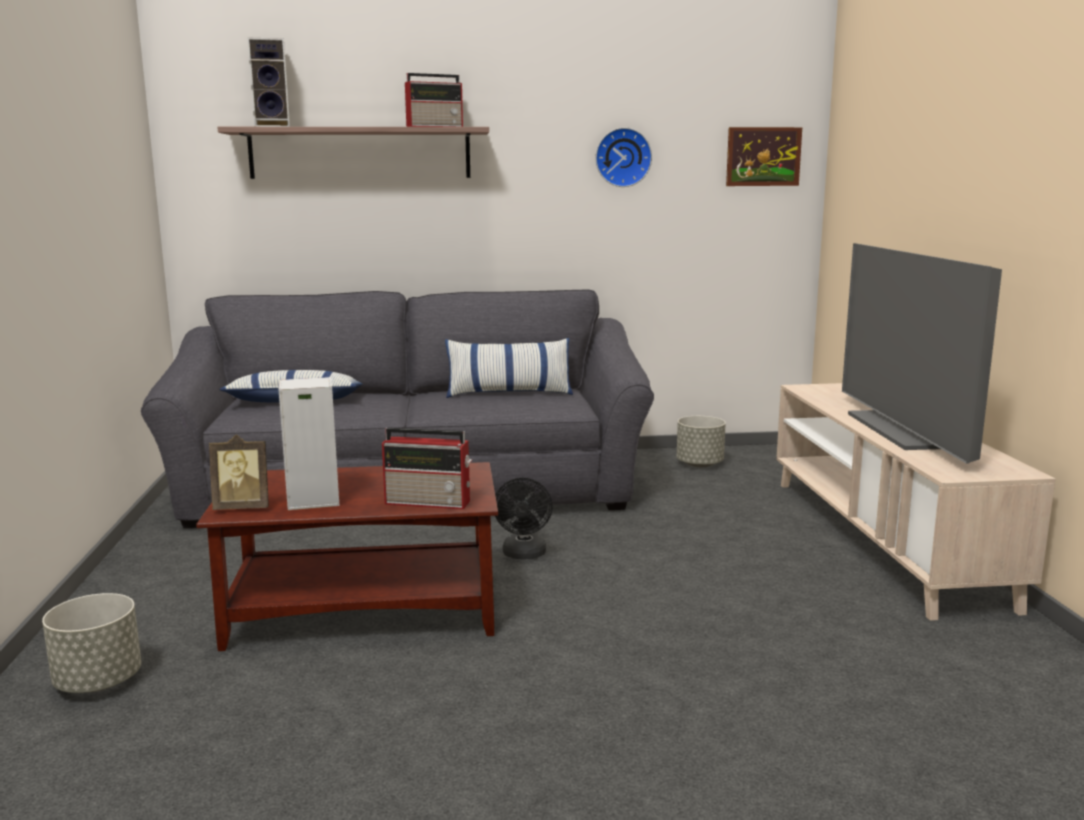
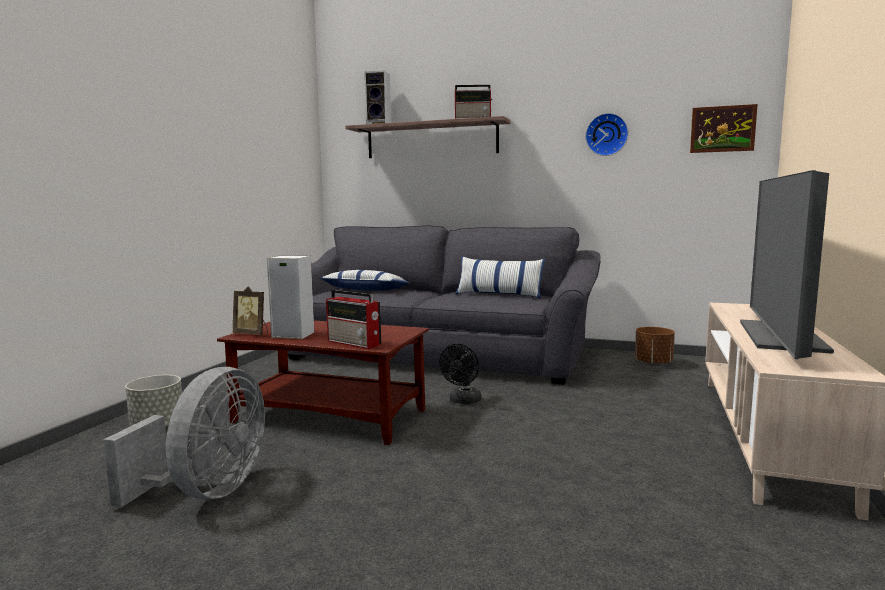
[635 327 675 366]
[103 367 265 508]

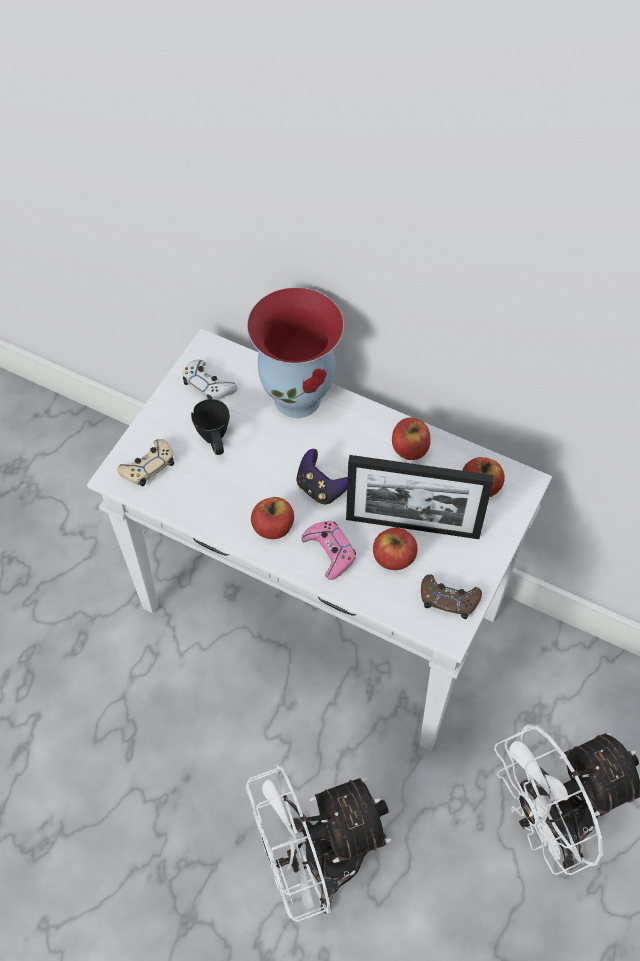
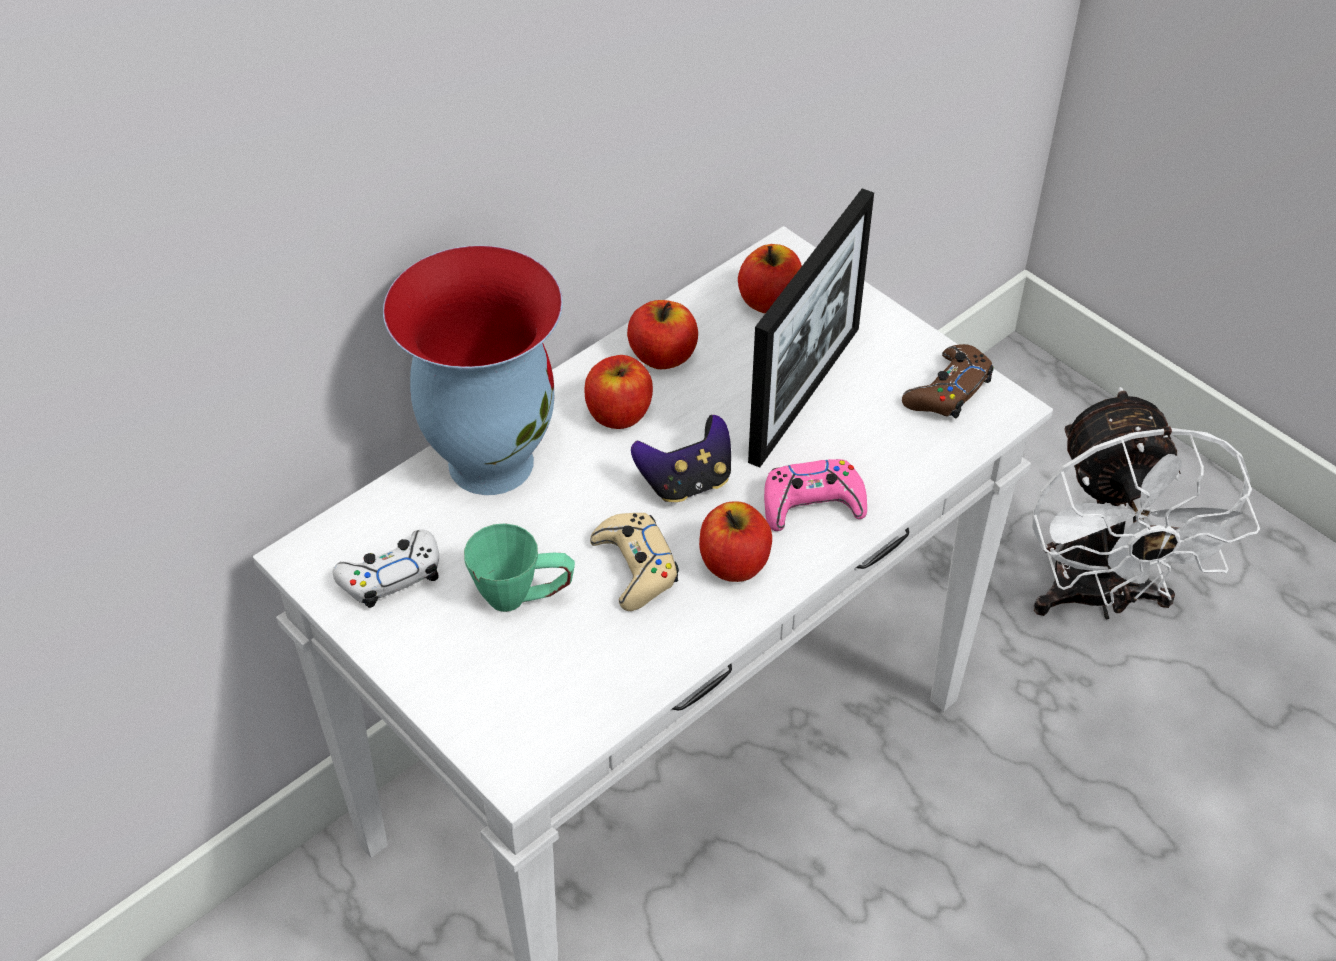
[590 513 679 611]
[464 523 575 612]
[246 764 392 922] (first image)
[584 355 653 429]

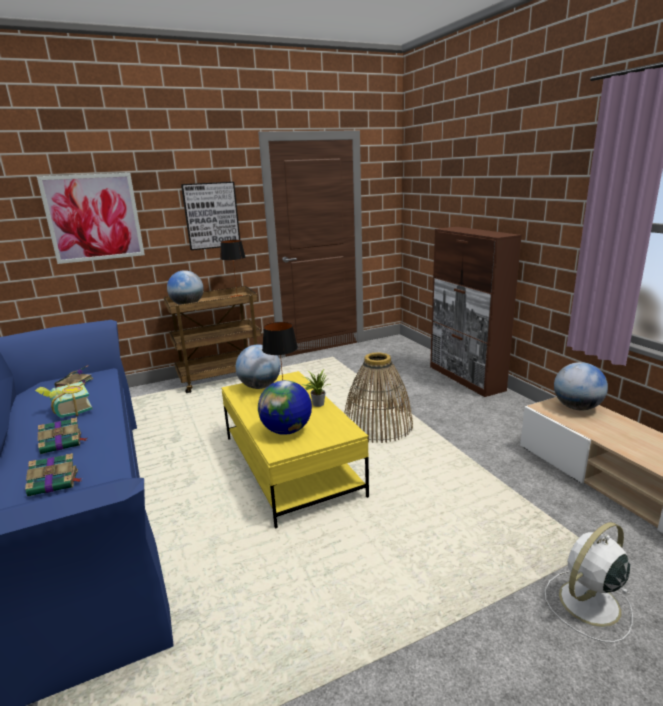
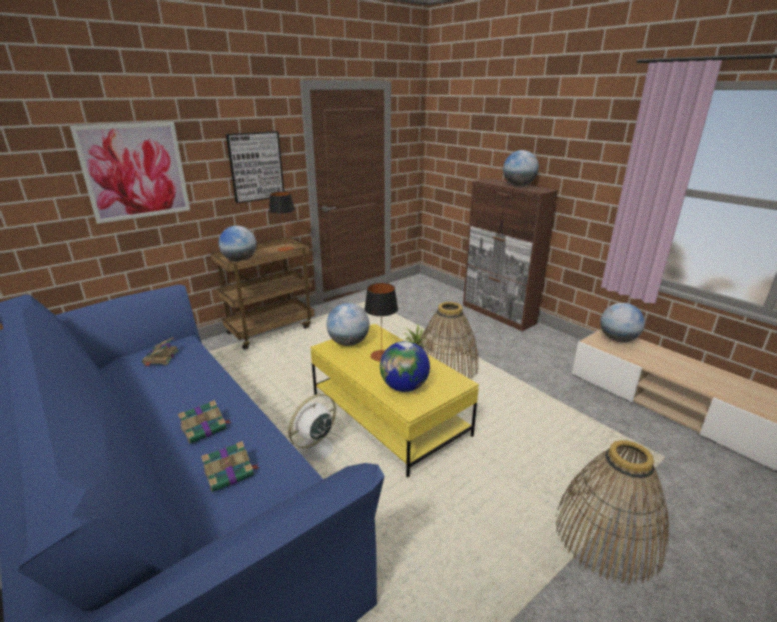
[35 381 92 418] (first image)
[288 394 345 461]
[503 150 539 186]
[556 440 669 584]

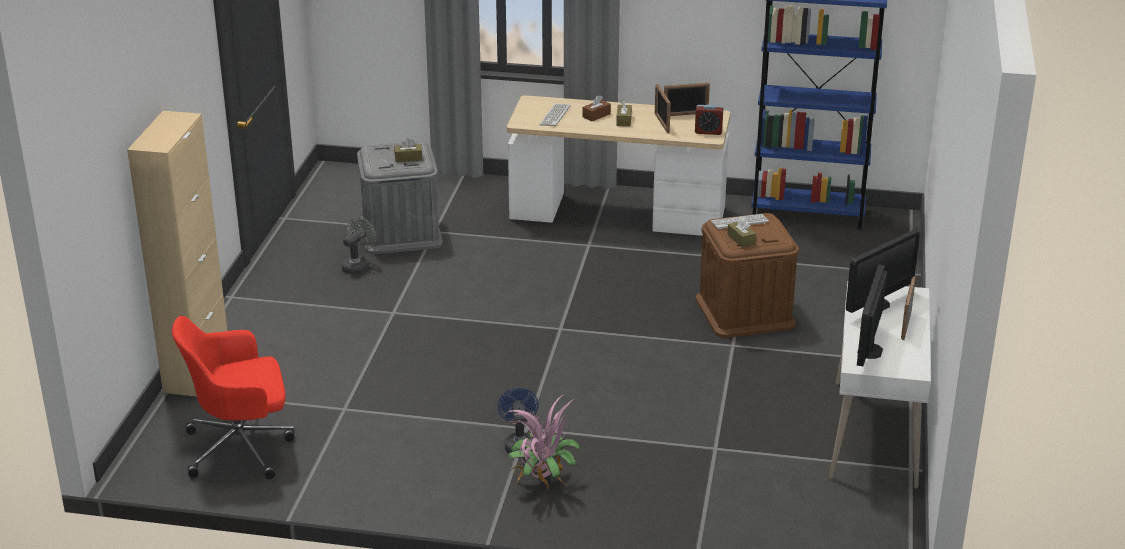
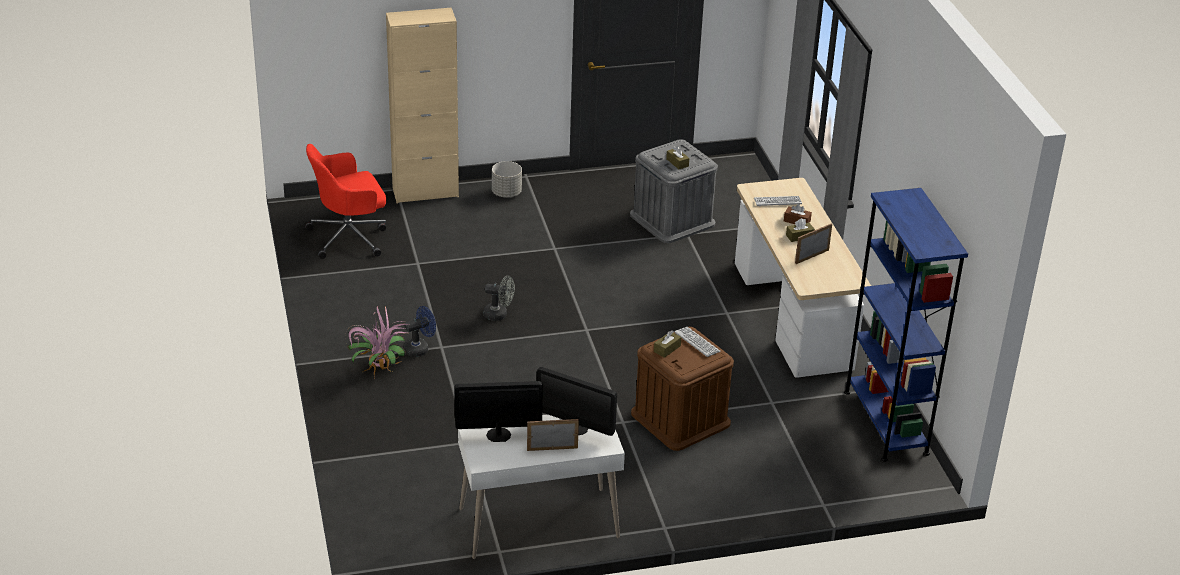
[305 144 386 259]
[483 276 515 321]
[664 83 710 116] (first image)
[695 105 723 135] (first image)
[492 161 522 198]

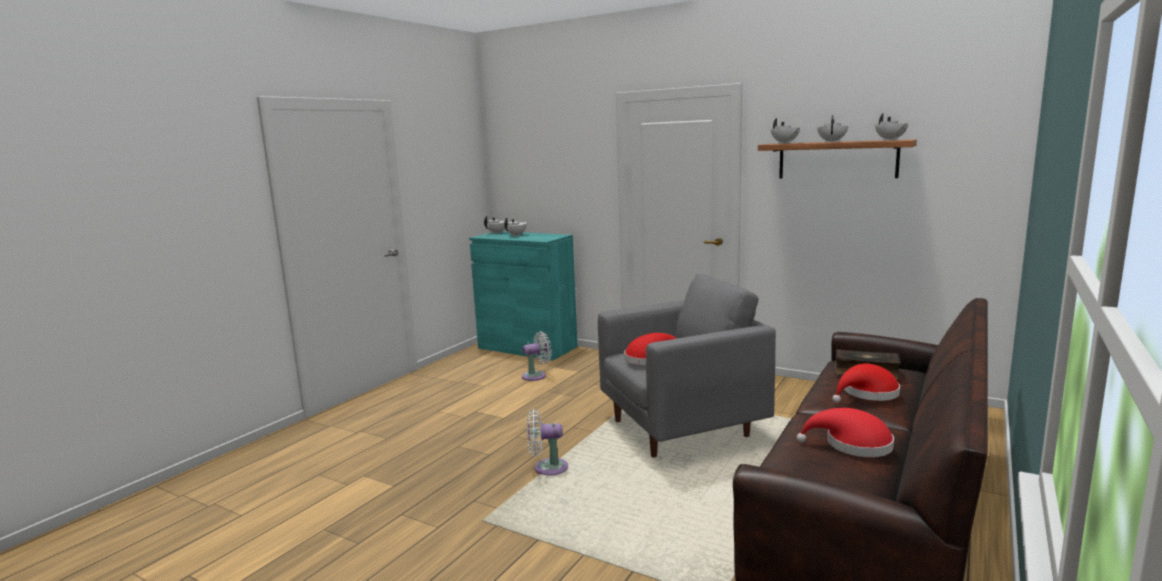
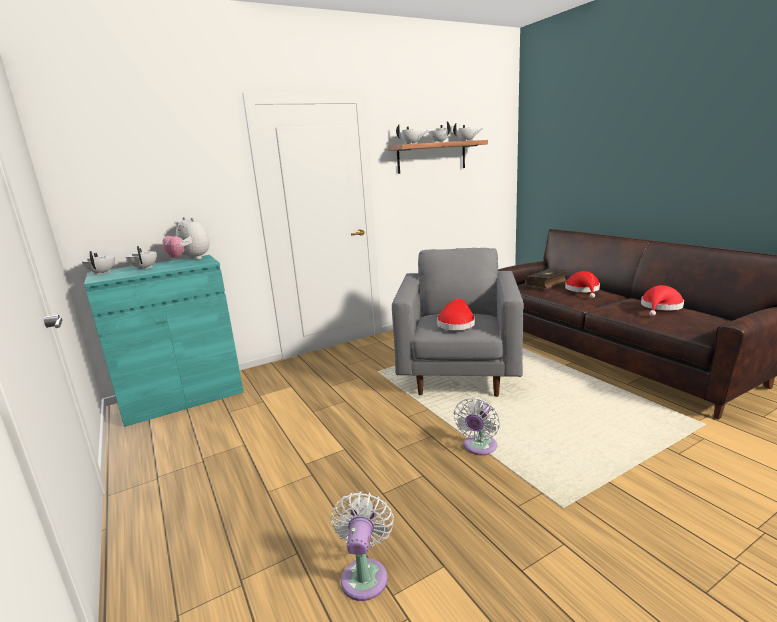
[331 492 394 601]
[163 217 210 260]

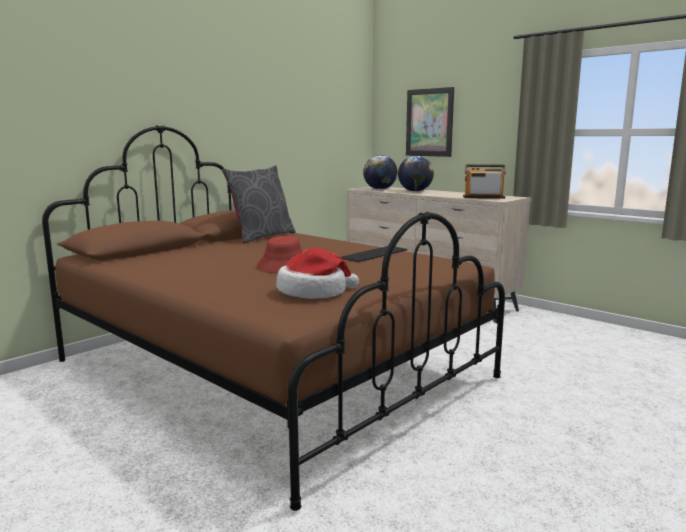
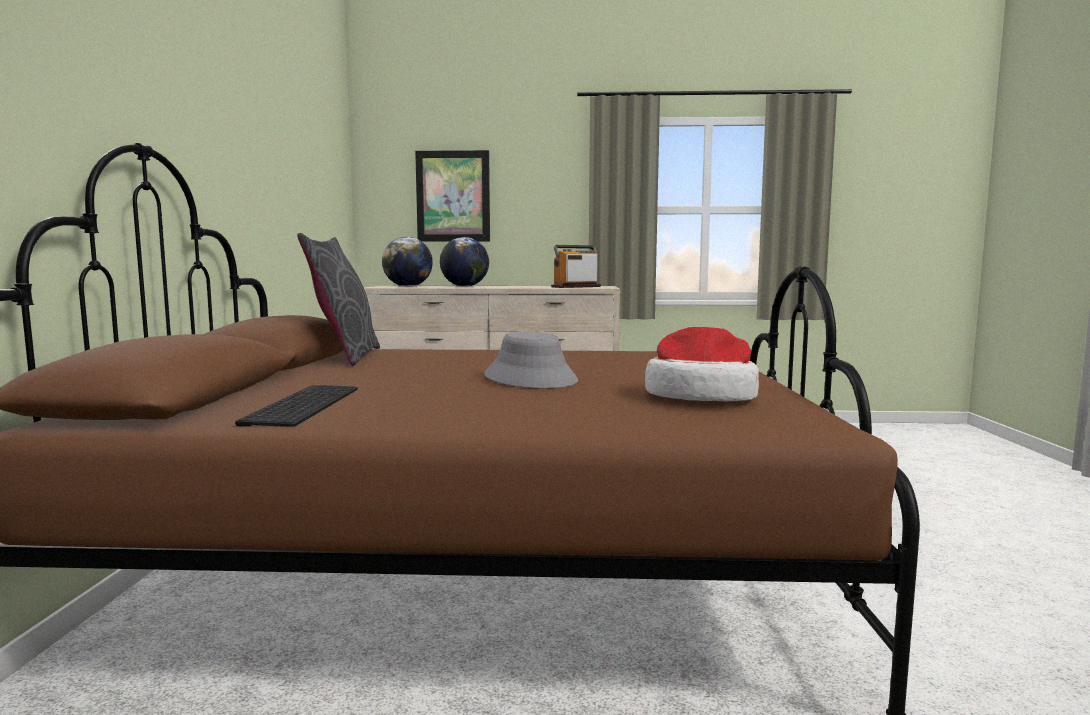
[484 331 578 389]
[235 385 358 427]

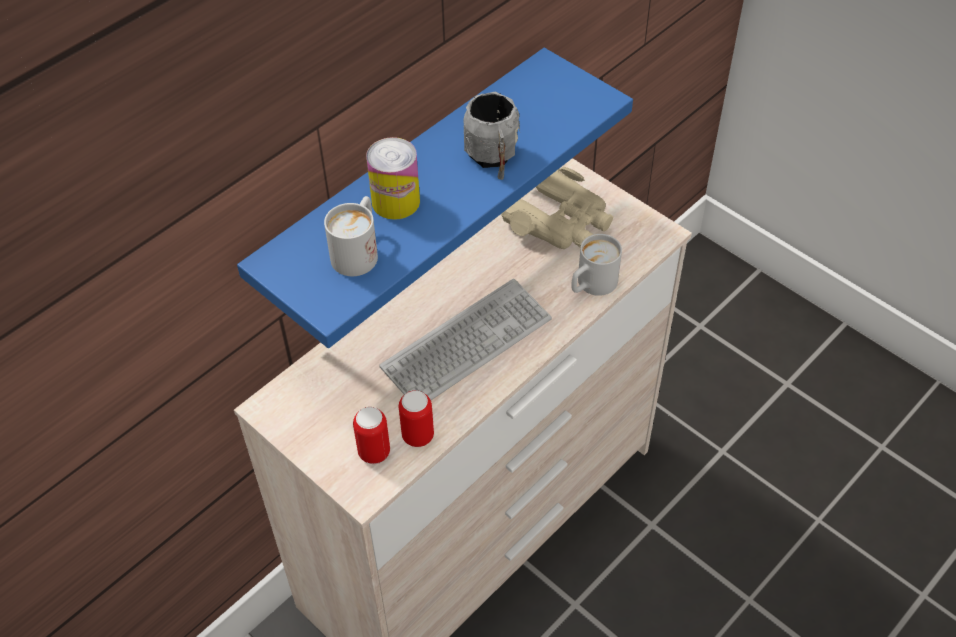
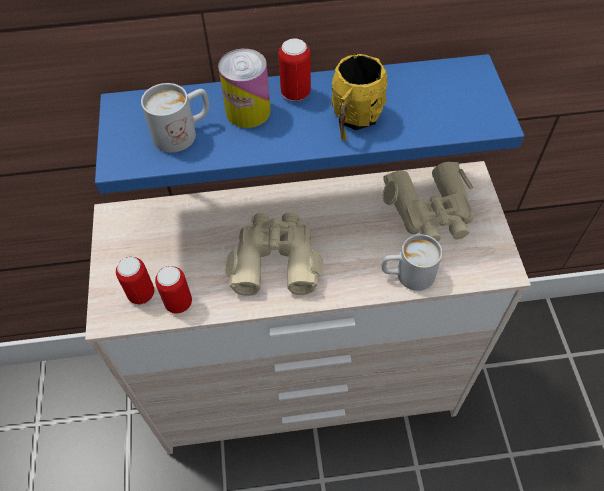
[225 212 324 296]
[331 54 388 141]
[278 39 311 101]

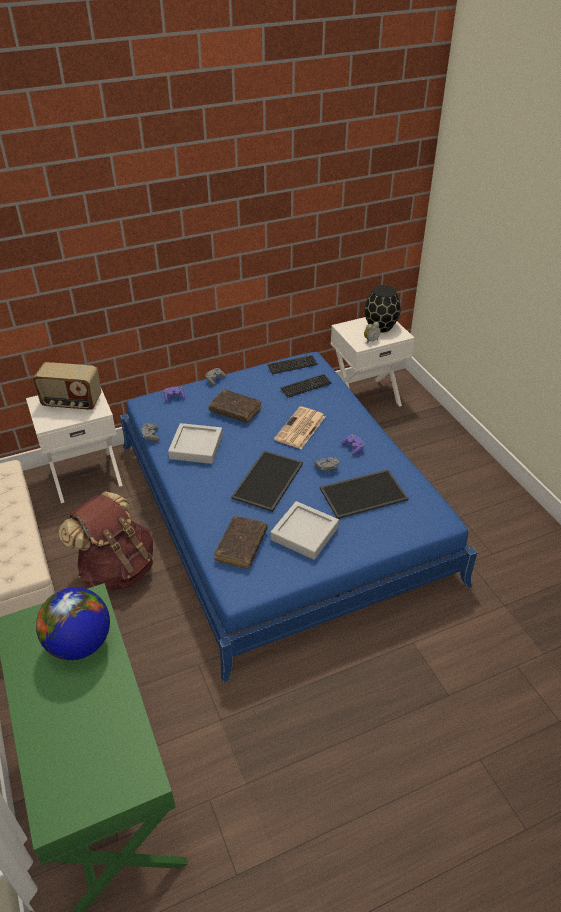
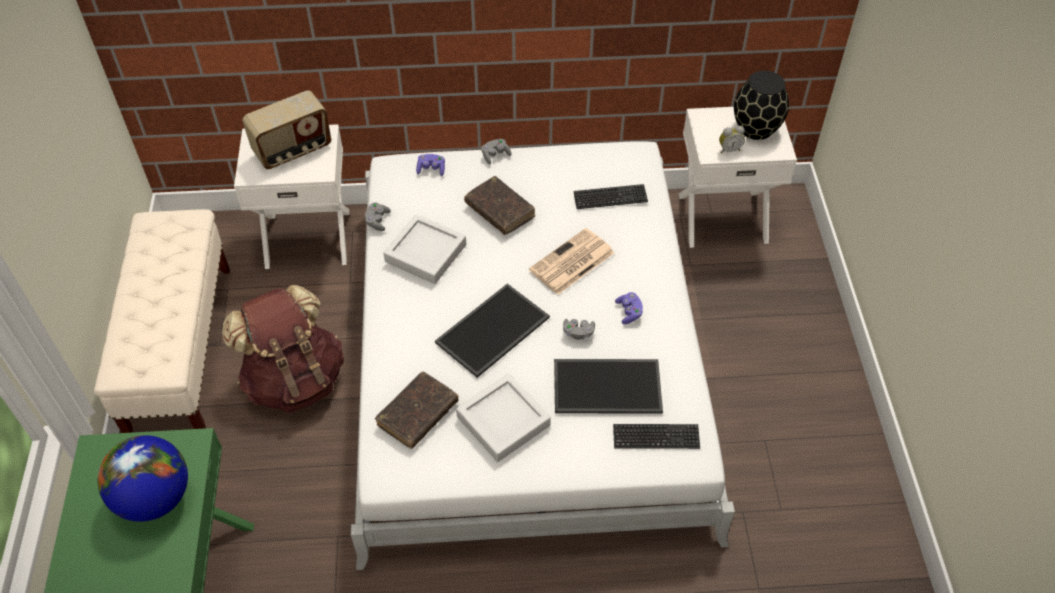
[242 90 331 169]
[351 141 735 570]
[613 424 700 449]

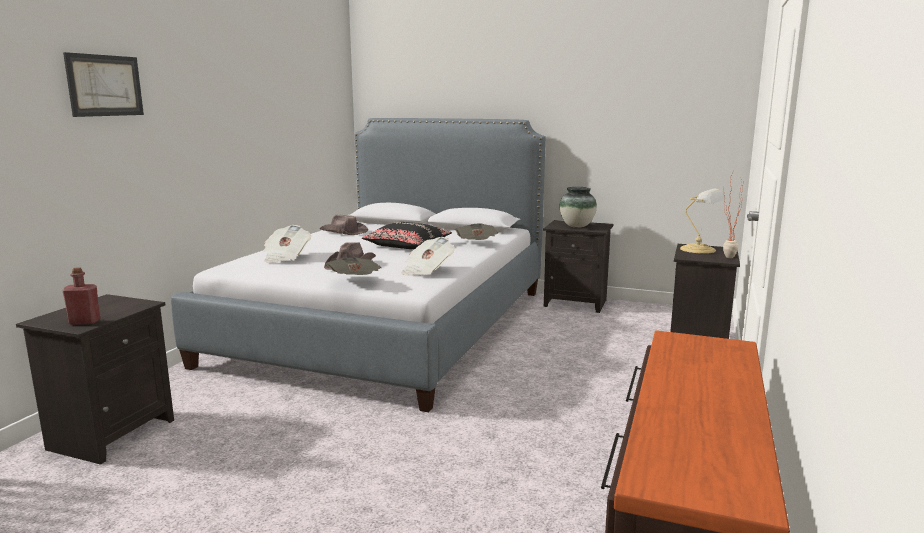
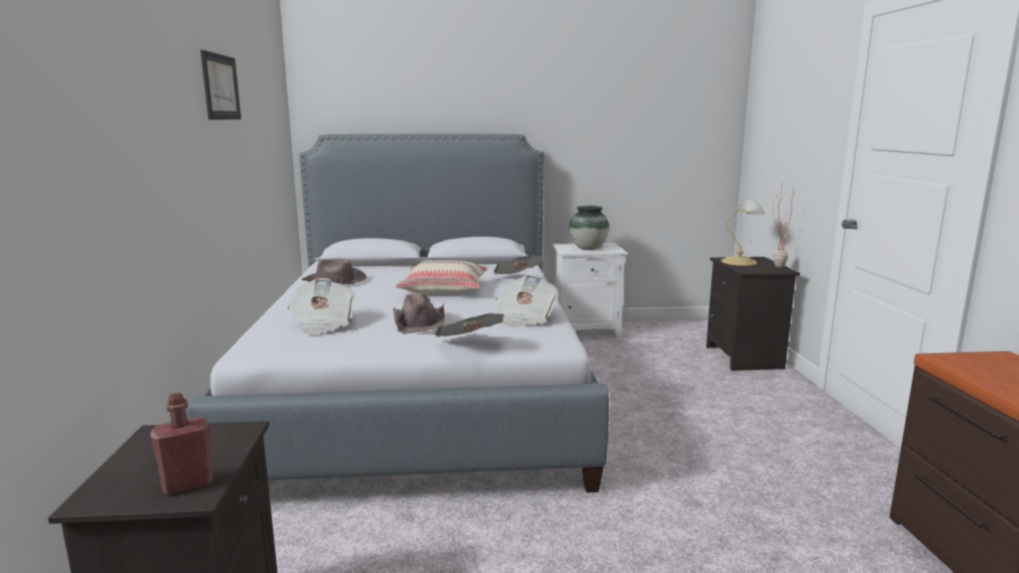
[200 50 241 120]
[396 261 488 294]
[552 243 628 338]

